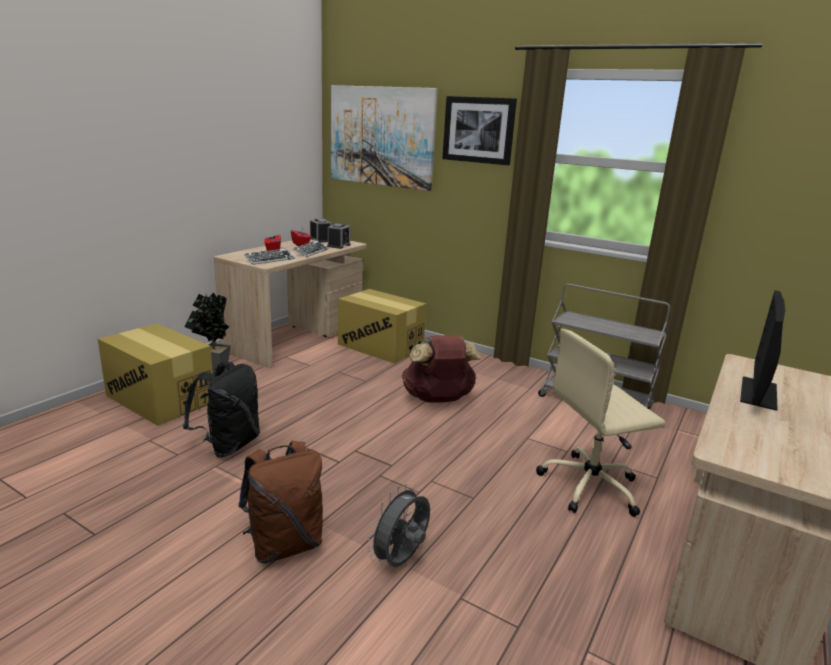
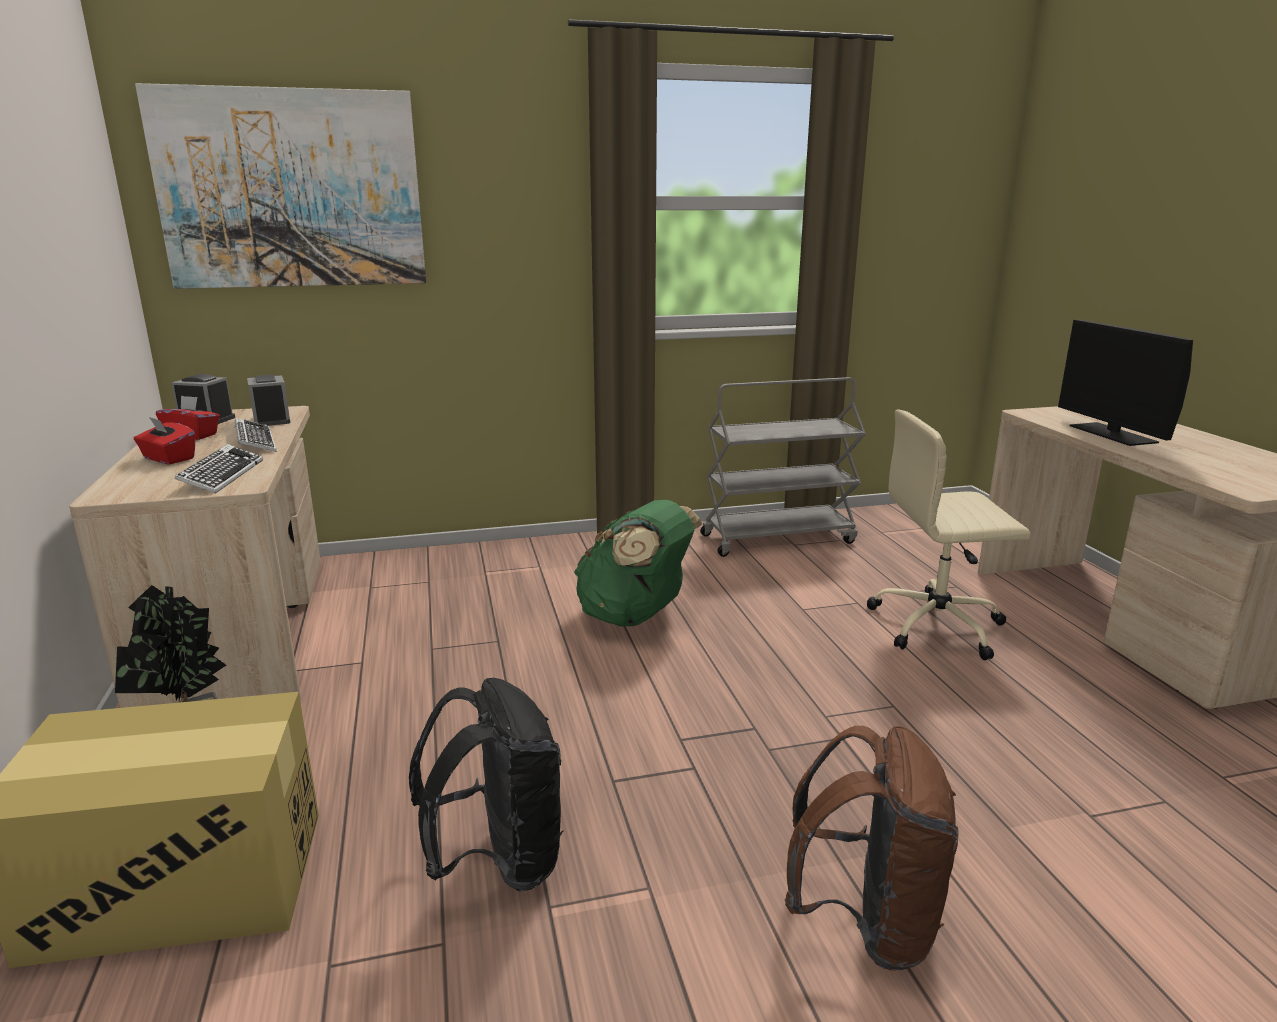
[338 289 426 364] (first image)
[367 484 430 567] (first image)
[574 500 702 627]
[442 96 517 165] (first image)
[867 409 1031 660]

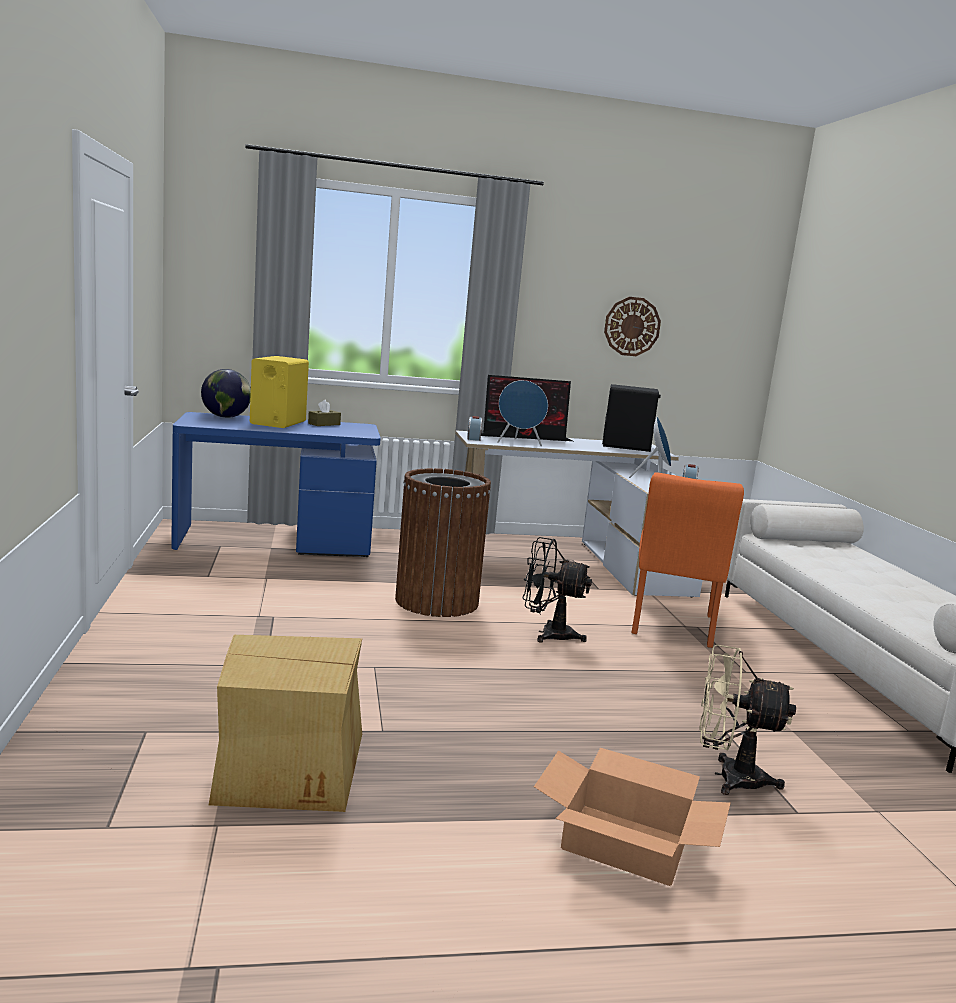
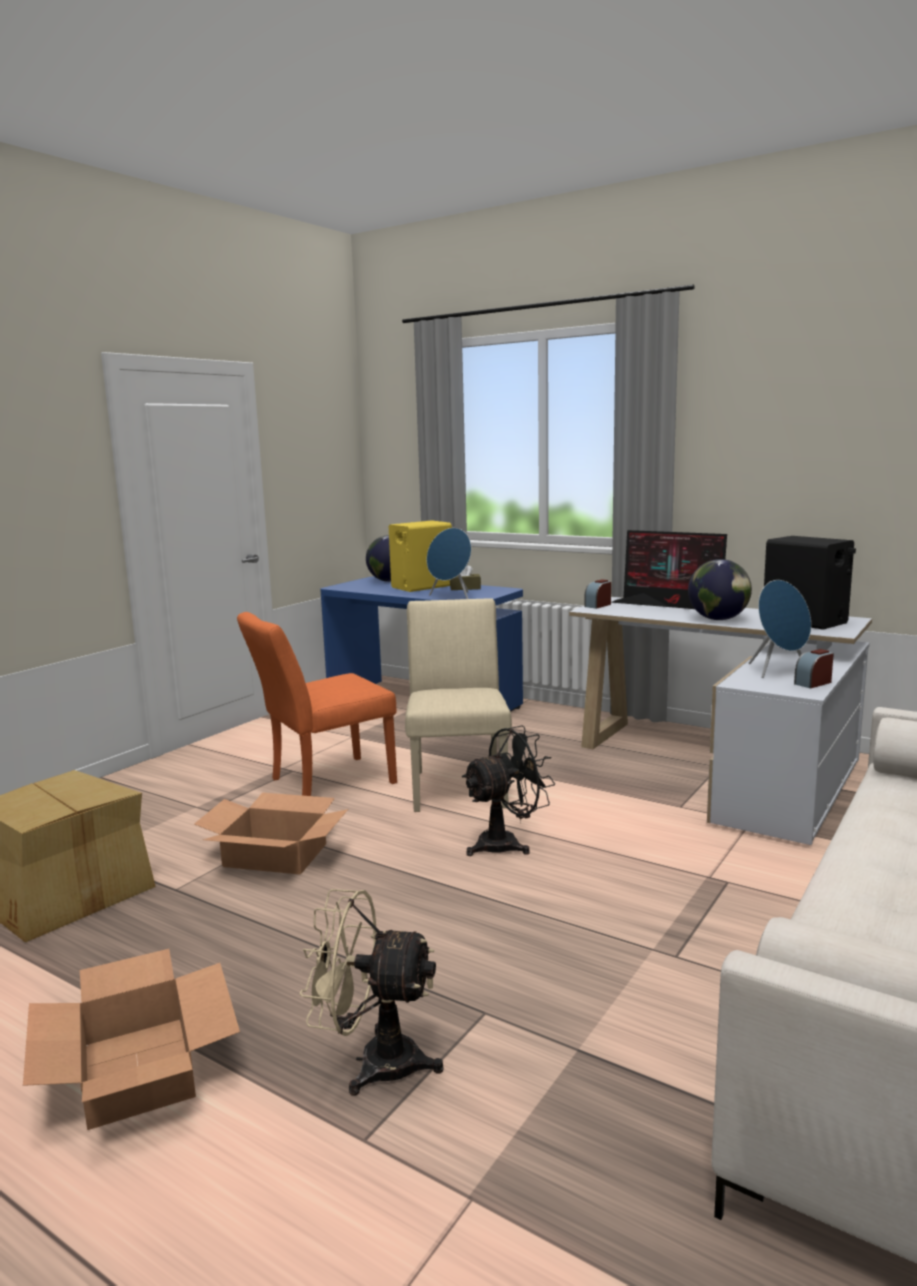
[405 598 512 812]
[427 528 471 599]
[462 725 556 856]
[604 297 661 356] (first image)
[237 612 397 796]
[300 889 443 1095]
[194 793 348 875]
[688 559 752 620]

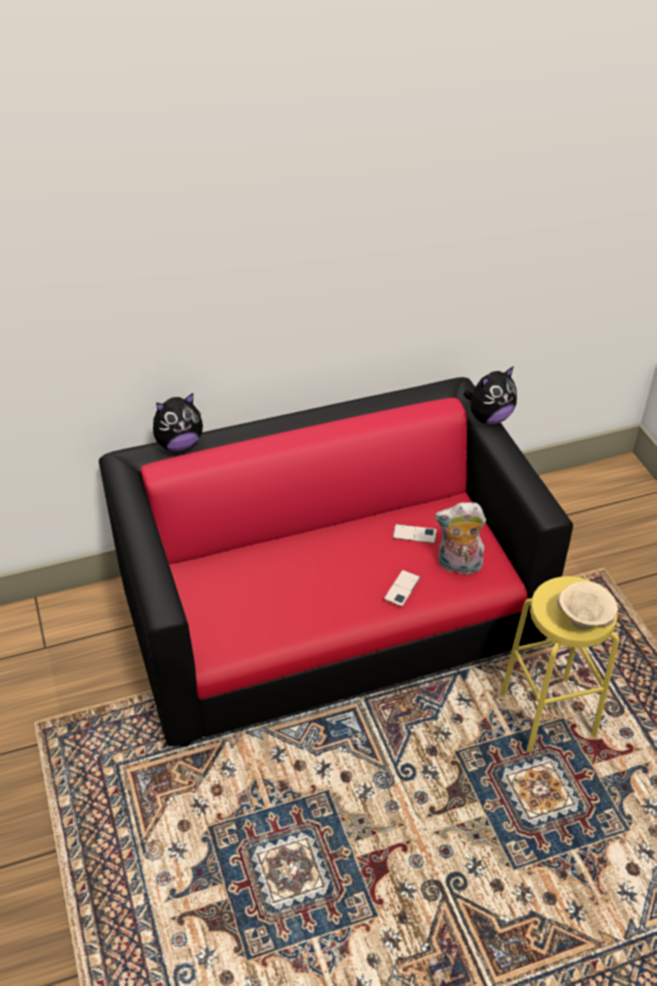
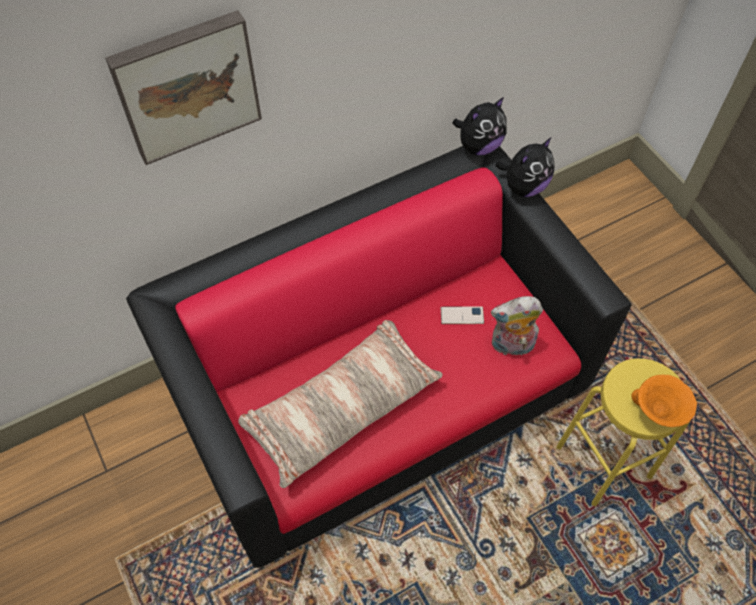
[452 97 507 155]
[384 570 421 607] (first image)
[631 375 697 427]
[105 10 262 165]
[238 320 442 488]

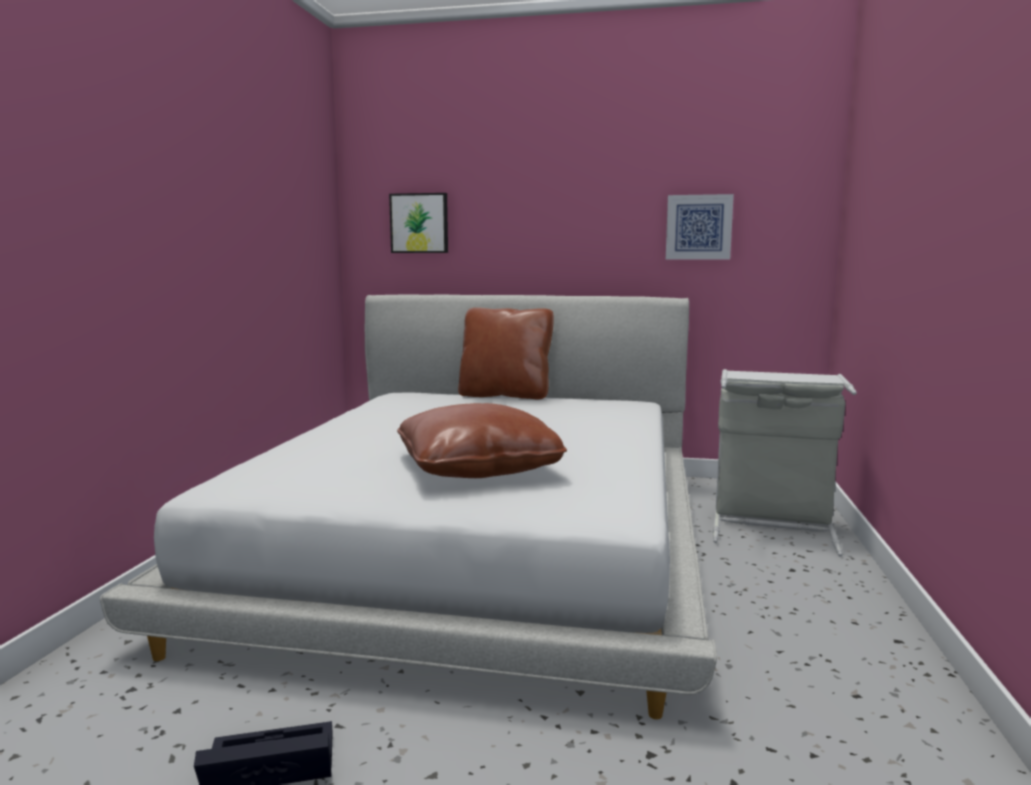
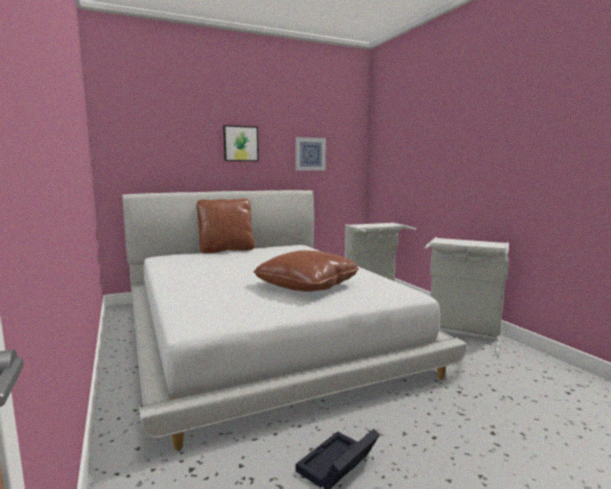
[223 125 259 161]
[425 237 509 356]

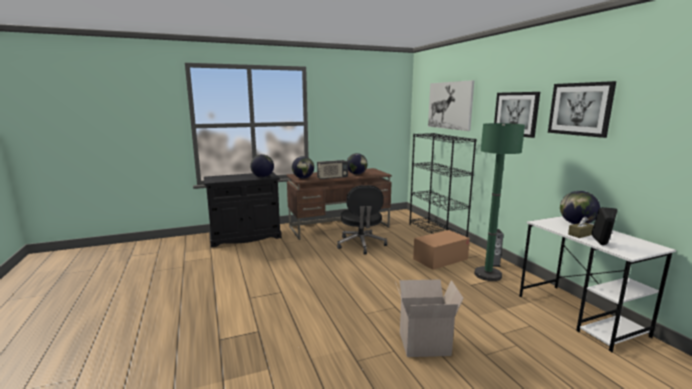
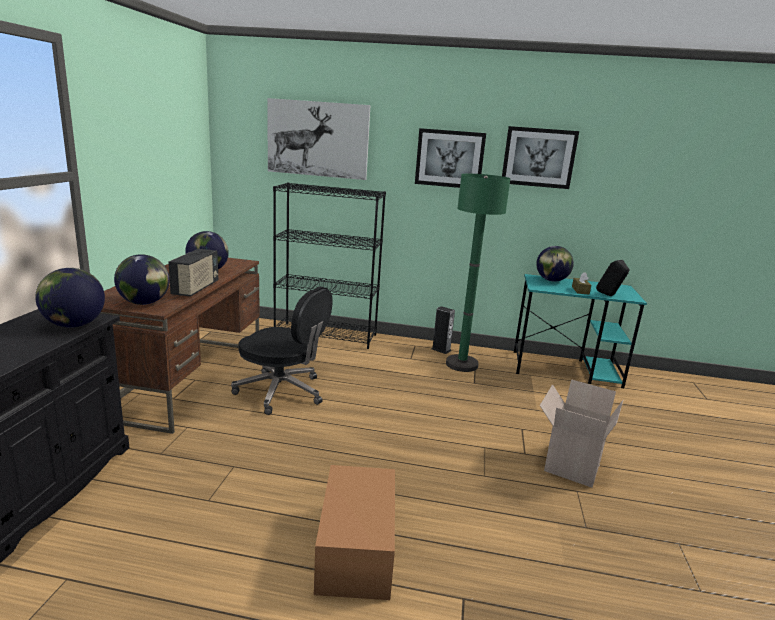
[314 465 395 600]
[514 274 647 388]

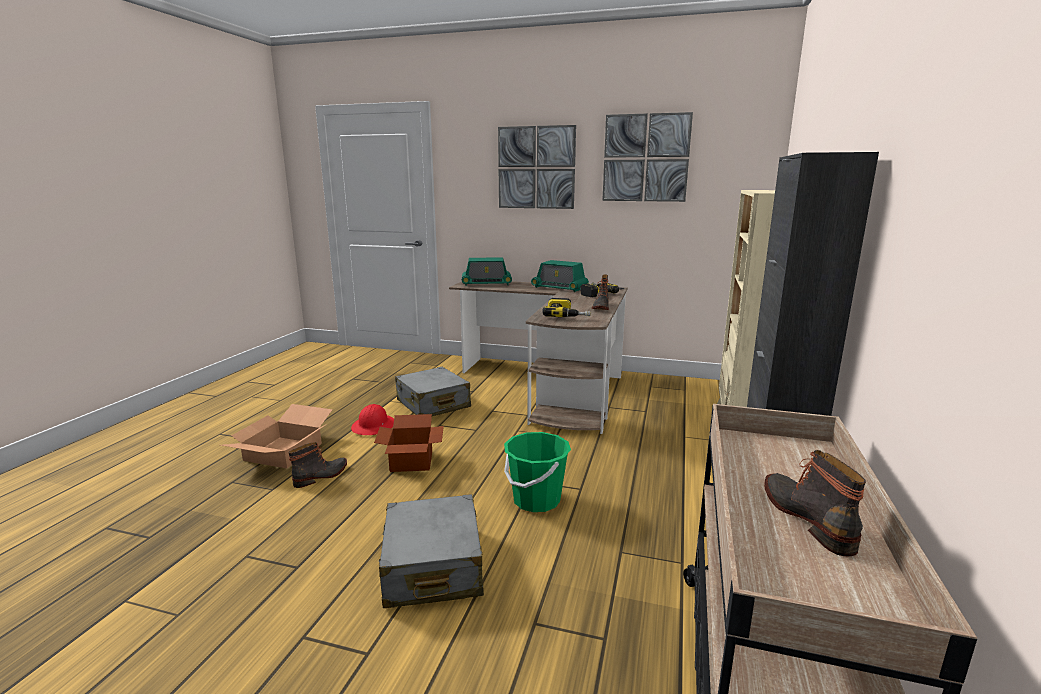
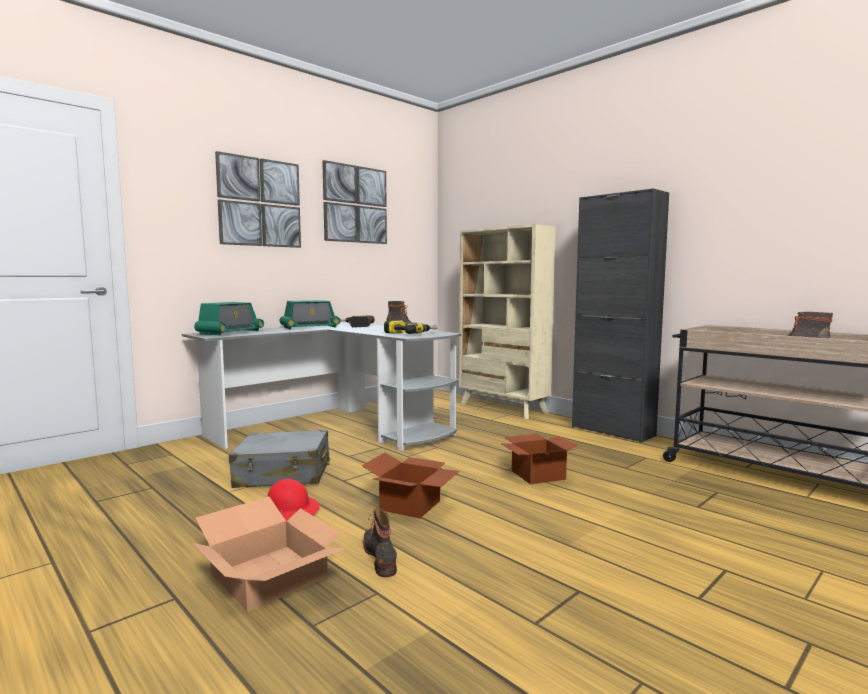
[379 494 484 608] (first image)
[182 323 462 451]
[501 434 577 484]

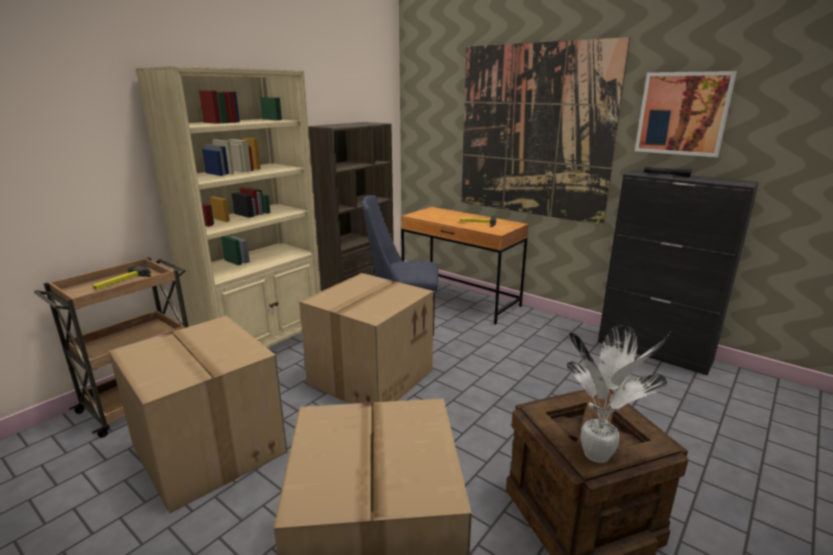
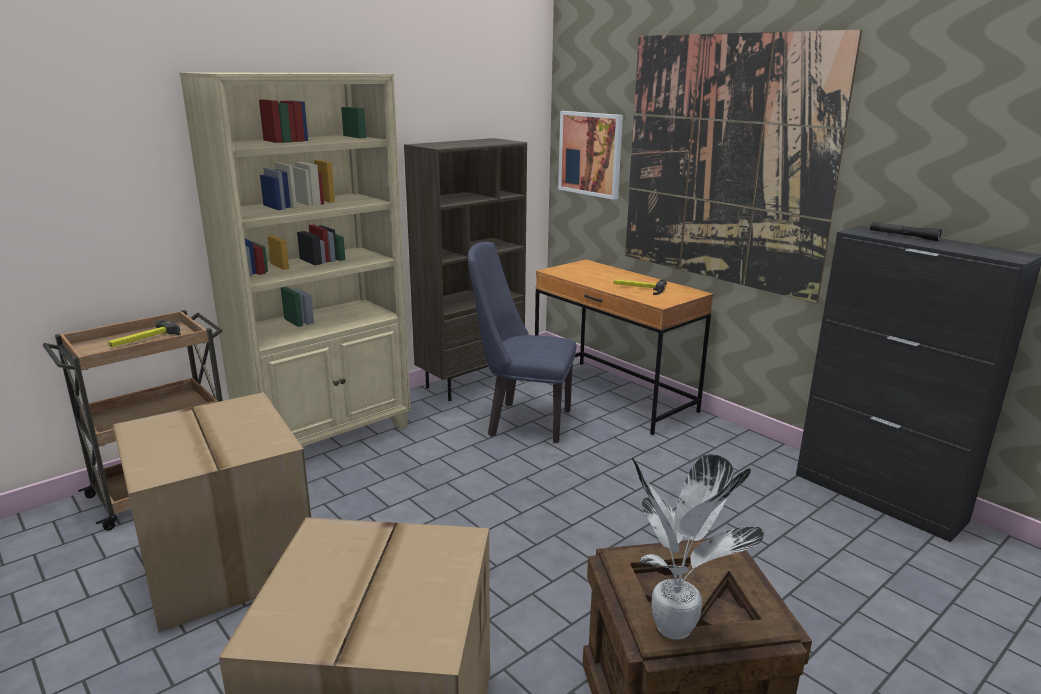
[299 273 434 404] (first image)
[558 111 623 200]

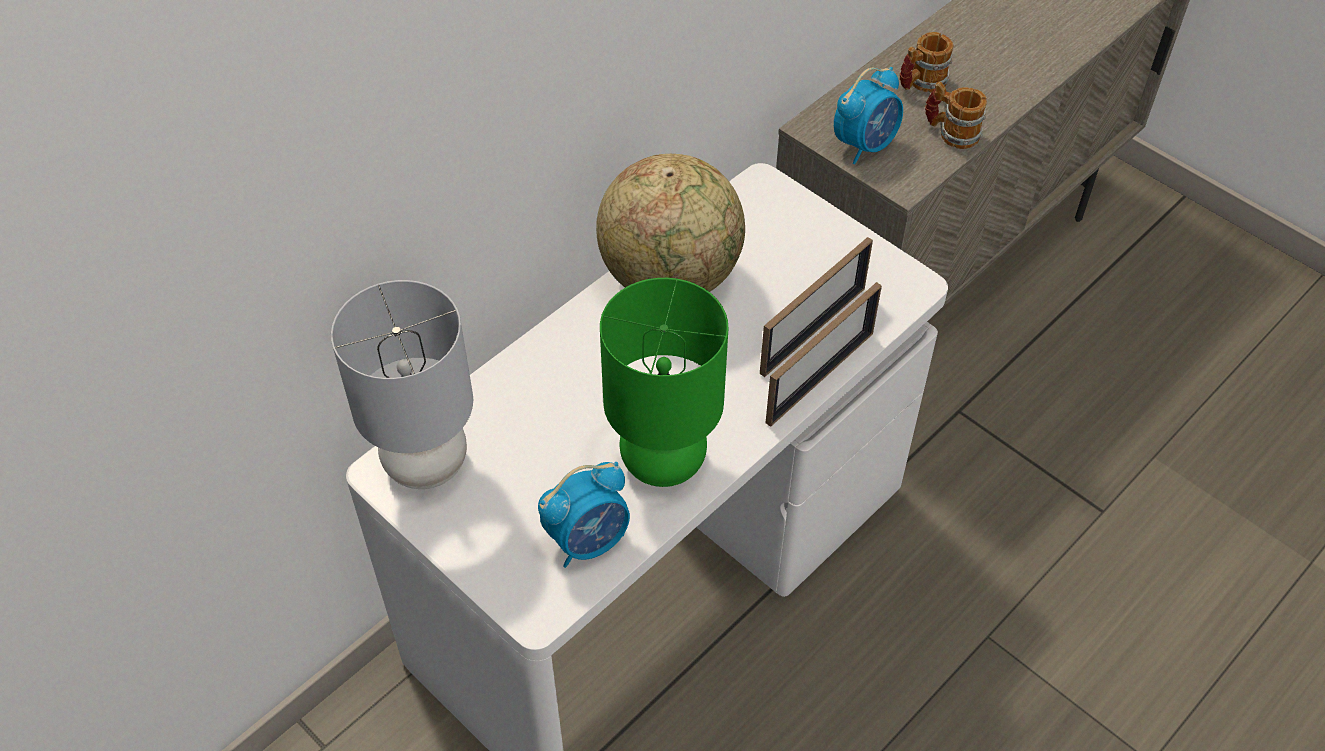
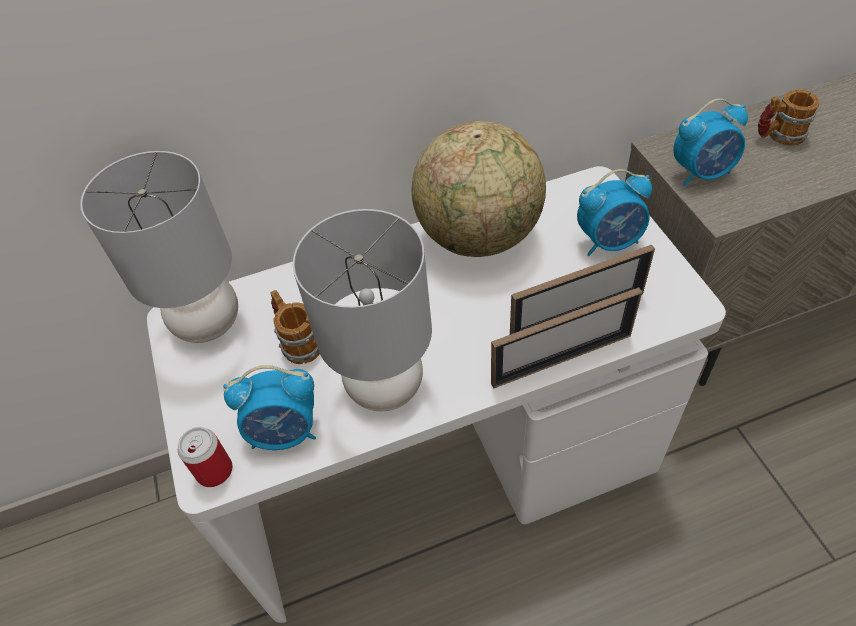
[293 209 432 411]
[270 290 320 364]
[178 427 232 487]
[577 169 652 256]

